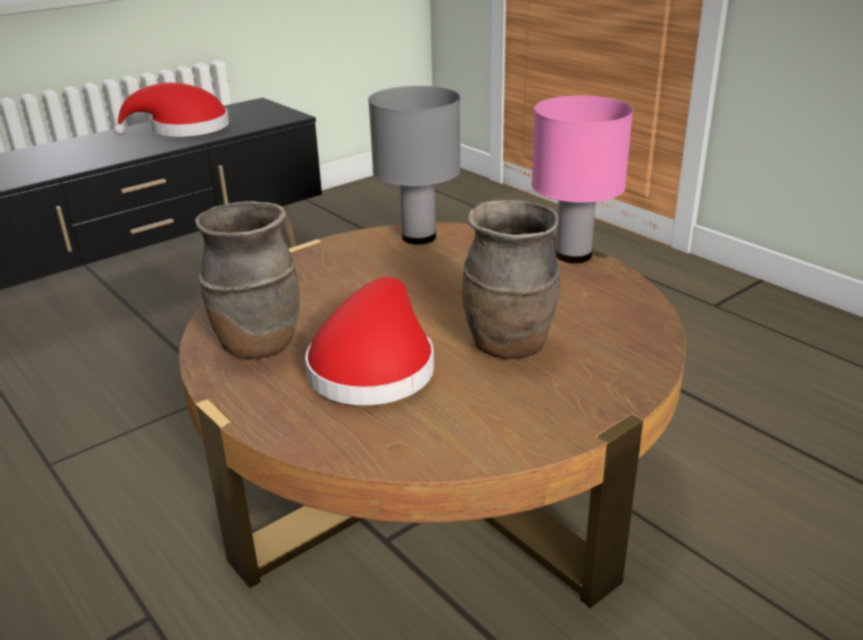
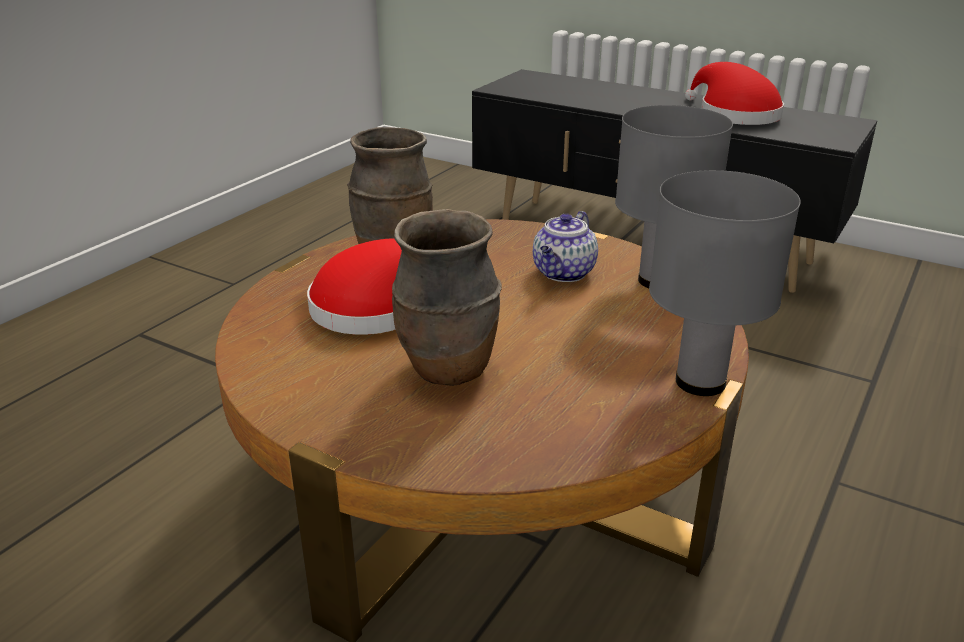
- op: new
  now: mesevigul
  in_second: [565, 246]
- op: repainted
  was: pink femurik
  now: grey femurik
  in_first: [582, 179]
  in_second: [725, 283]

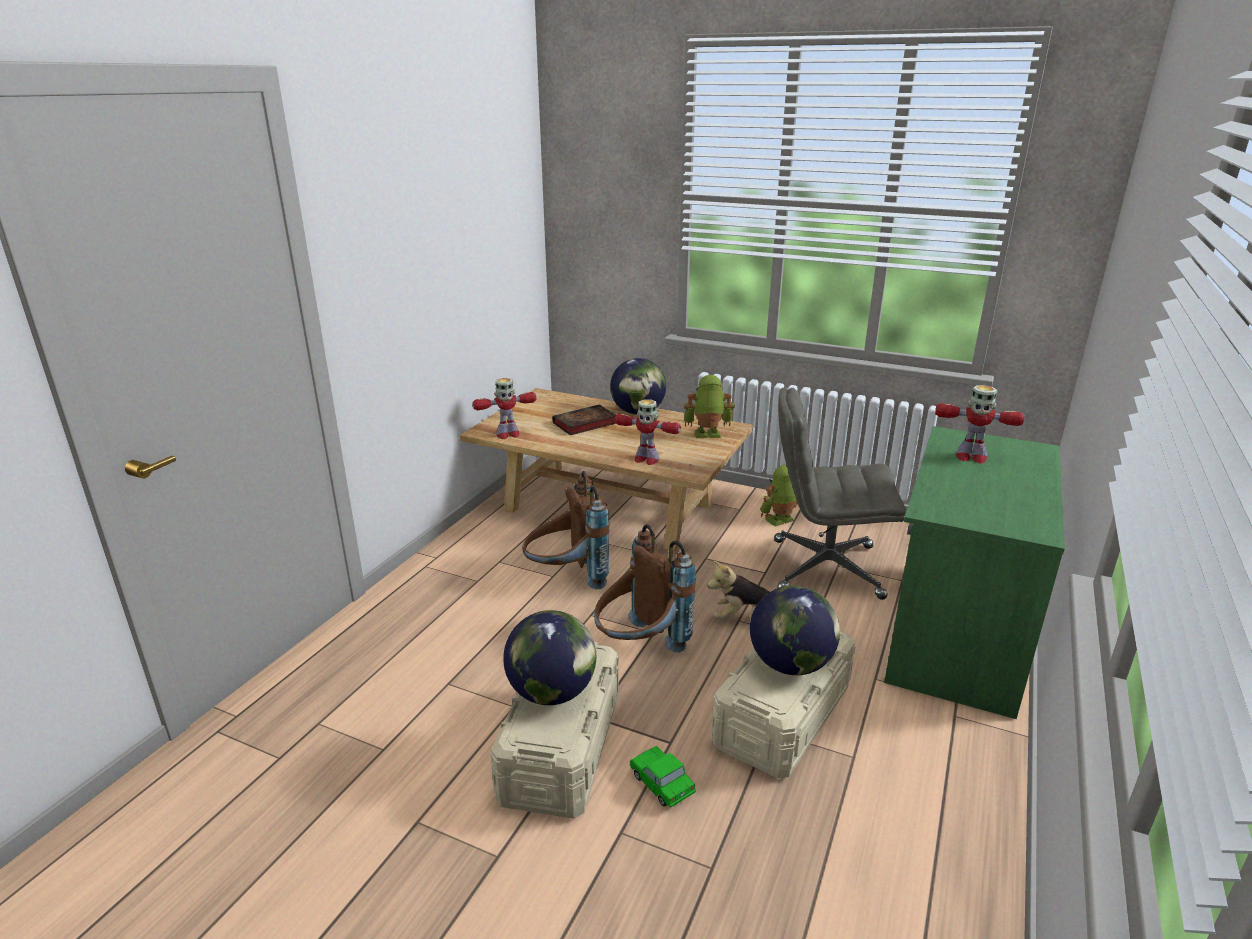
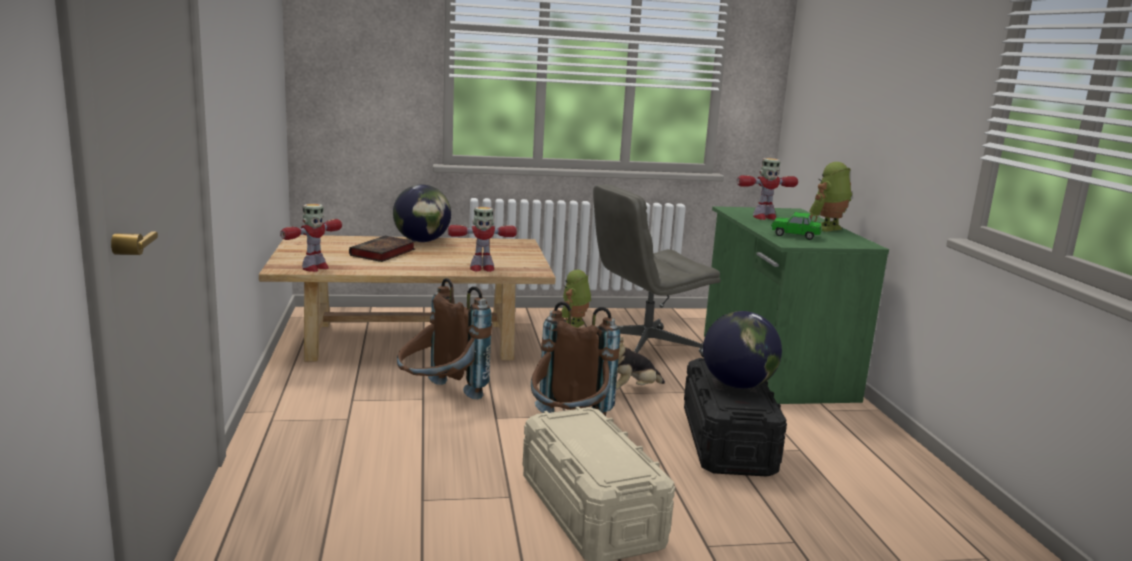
- op: repainted
  was: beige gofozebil
  now: black gofozebil
  in_first: [784, 705]
  in_second: [735, 417]
- op: shifted
  was: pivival
  in_first: [662, 777]
  in_second: [796, 226]
- op: shifted
  was: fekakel
  in_first: [709, 406]
  in_second: [830, 197]
- op: gone
  was: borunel
  in_first: [549, 657]

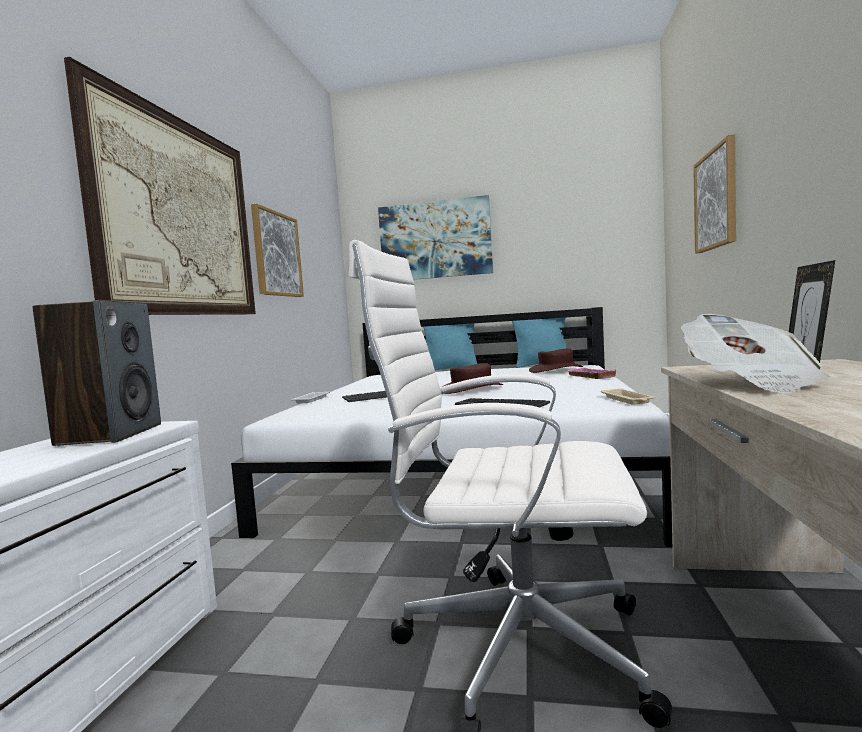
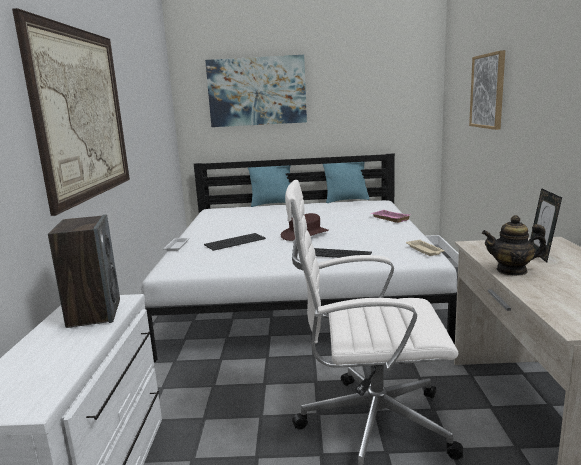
- op: swapped
  was: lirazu
  now: mesevigul
  in_first: [755, 354]
  in_second: [515, 245]
- op: gone
  was: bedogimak
  in_first: [277, 250]
- op: gone
  was: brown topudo
  in_first: [556, 361]

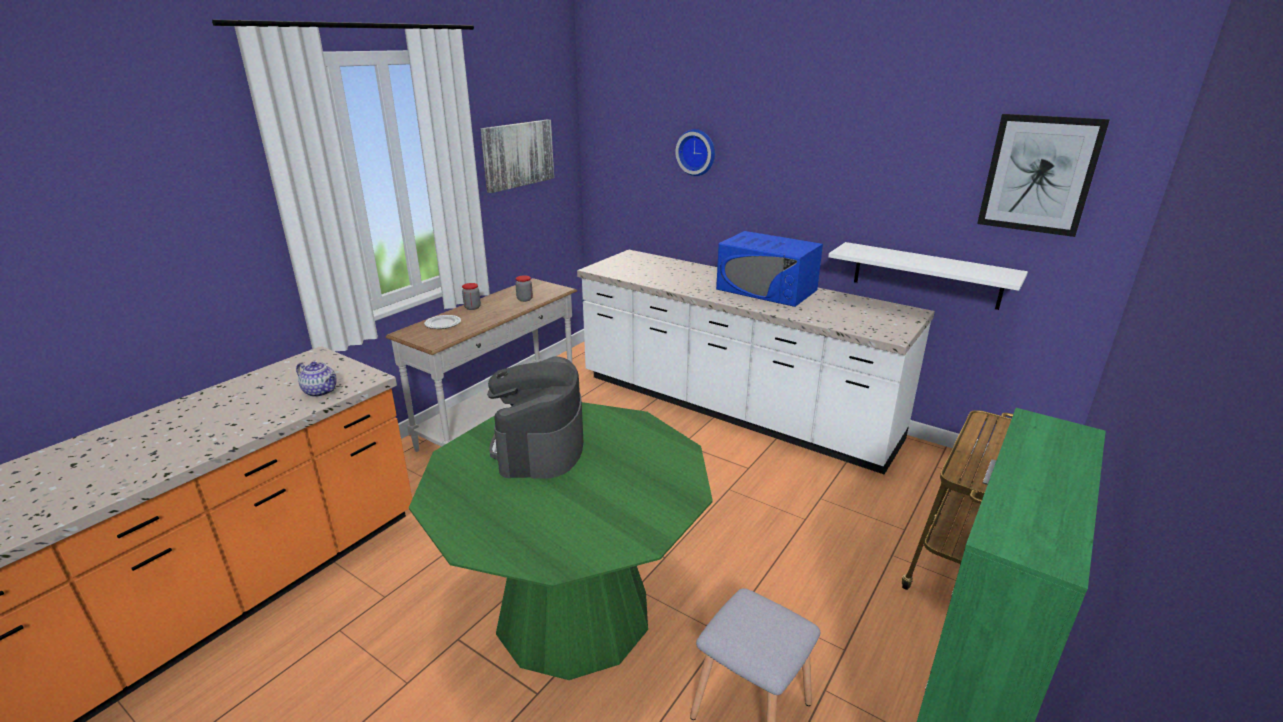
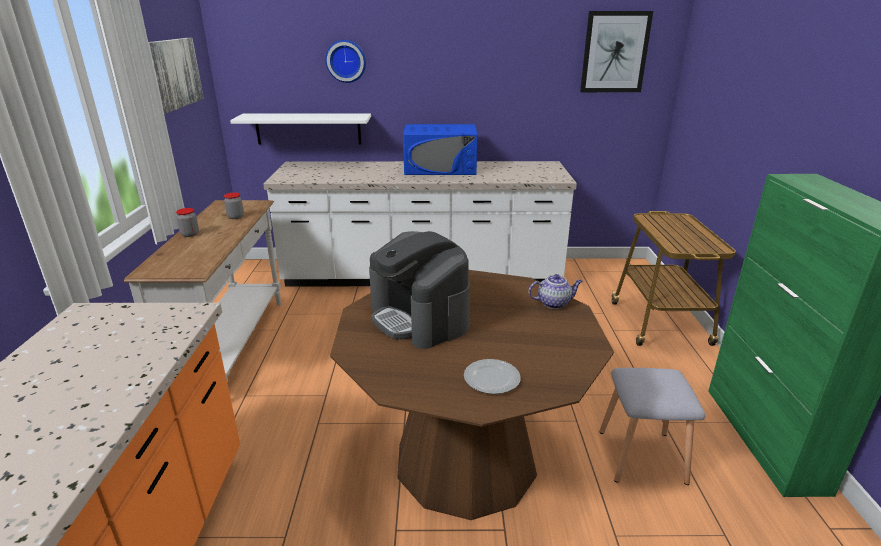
- op: shifted
  was: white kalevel
  in_first: [928, 276]
  in_second: [300, 129]
- op: repainted
  was: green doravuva
  now: brown doravuva
  in_first: [561, 541]
  in_second: [472, 395]
- op: shifted
  was: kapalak
  in_first: [442, 322]
  in_second: [492, 376]
- op: shifted
  was: mesevigul
  in_first: [316, 379]
  in_second: [555, 291]

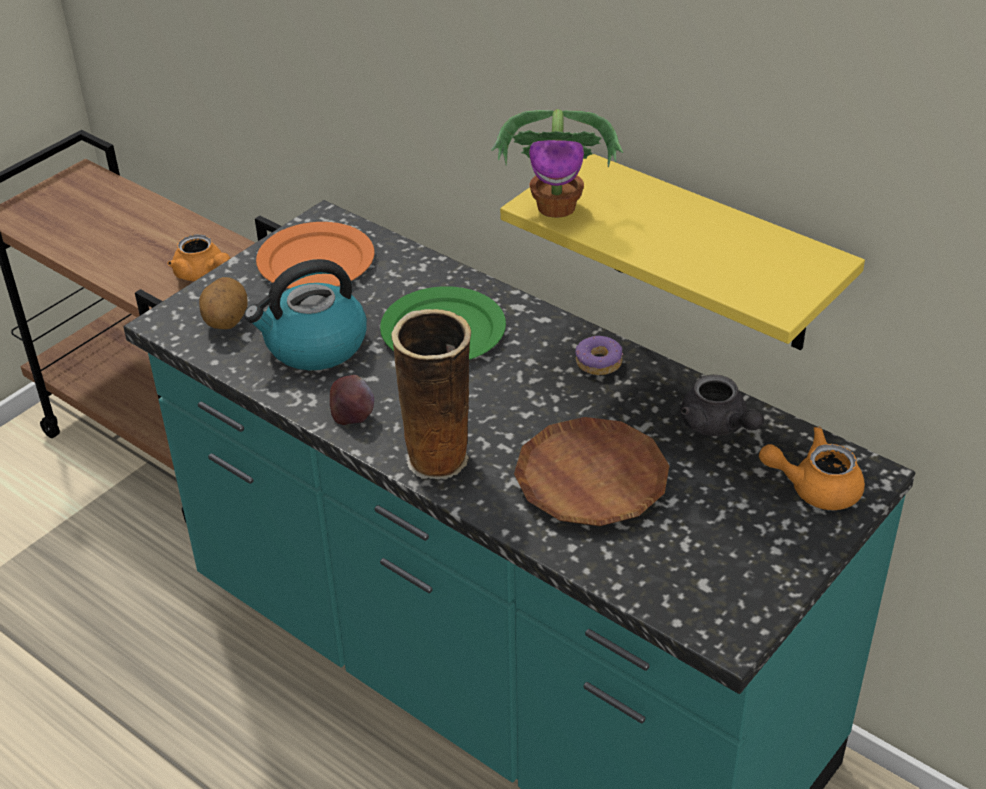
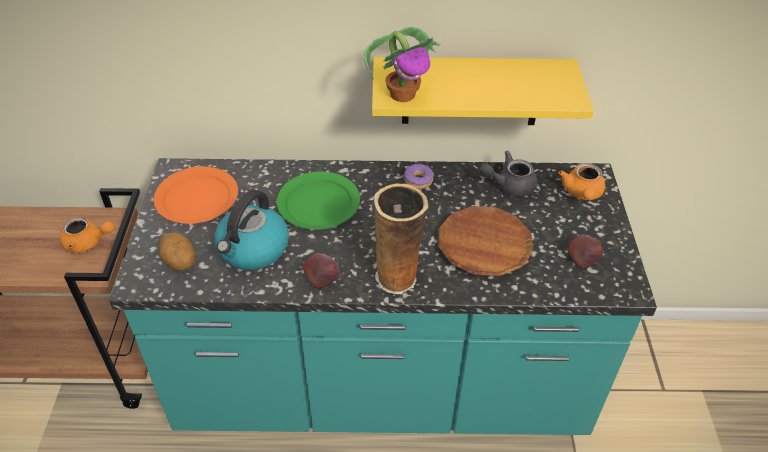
- op: rotated
  was: grey mesevigul
  in_first: [722, 405]
  in_second: [508, 174]
  clockwise: 150
- op: rotated
  was: orange mesevigul
  in_first: [812, 468]
  in_second: [582, 181]
  clockwise: -45
- op: new
  now: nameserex
  in_second: [586, 251]

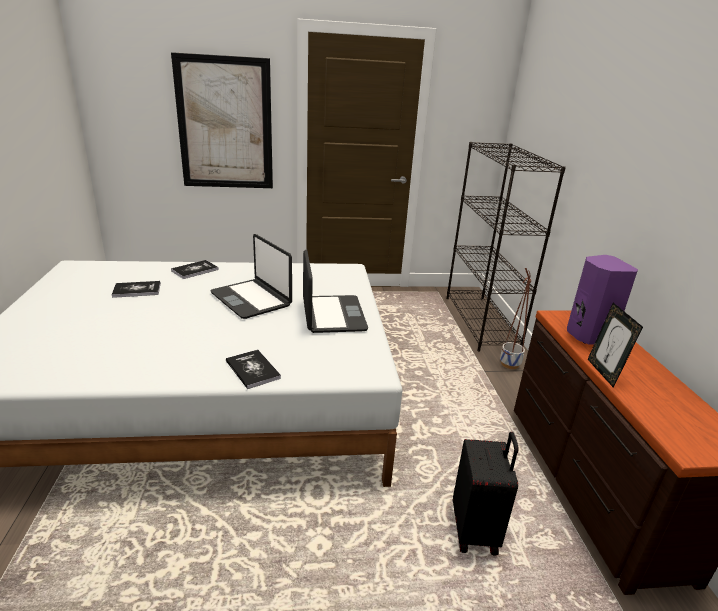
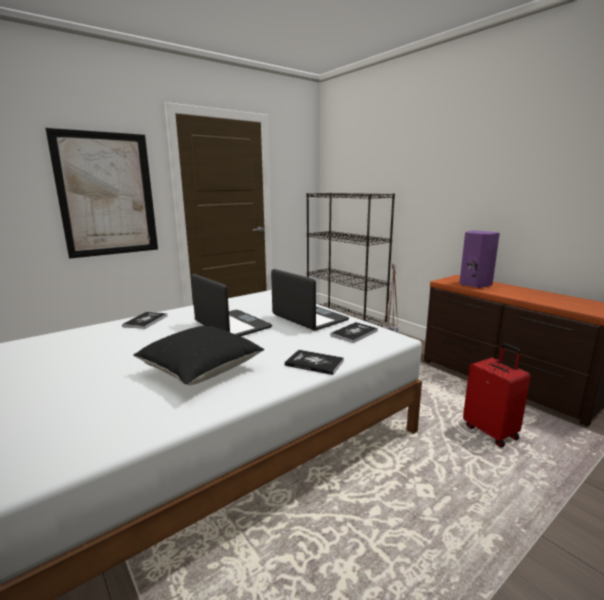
- op: new
  now: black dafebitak
  in_second: [198, 355]
- op: rotated
  was: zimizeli
  in_first: [251, 276]
  in_second: [231, 305]
  clockwise: -150
- op: shifted
  was: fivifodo
  in_first: [136, 289]
  in_second: [354, 332]
- op: repainted
  was: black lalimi
  now: red lalimi
  in_first: [486, 494]
  in_second: [497, 395]
- op: gone
  was: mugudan
  in_first: [615, 345]

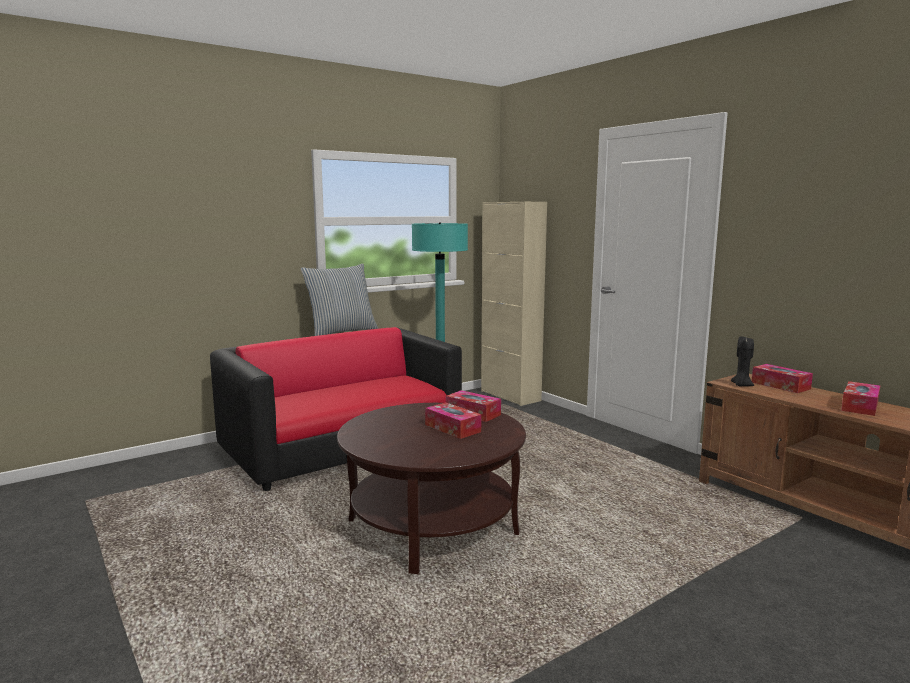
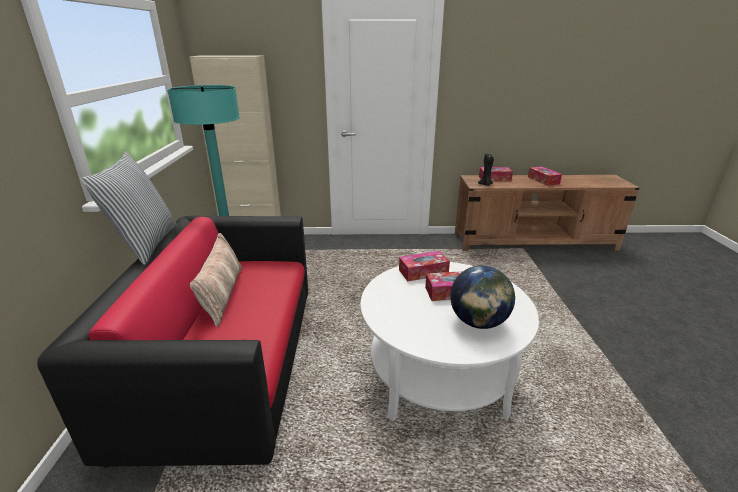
- op: new
  now: dafebitak
  in_second: [216, 280]
- op: repainted
  was: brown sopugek
  now: white sopugek
  in_first: [431, 488]
  in_second: [449, 341]
- op: new
  now: borunel
  in_second: [482, 297]

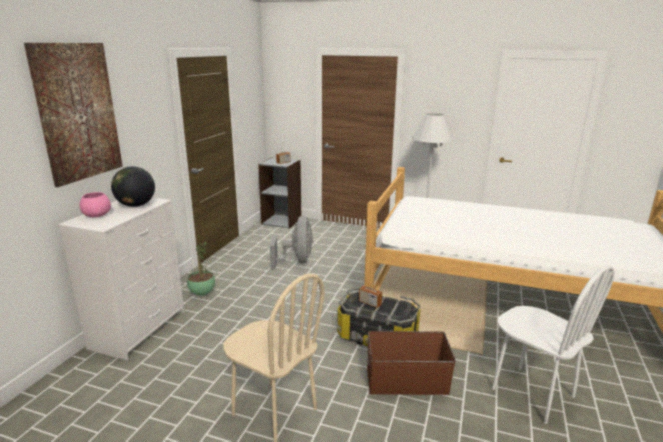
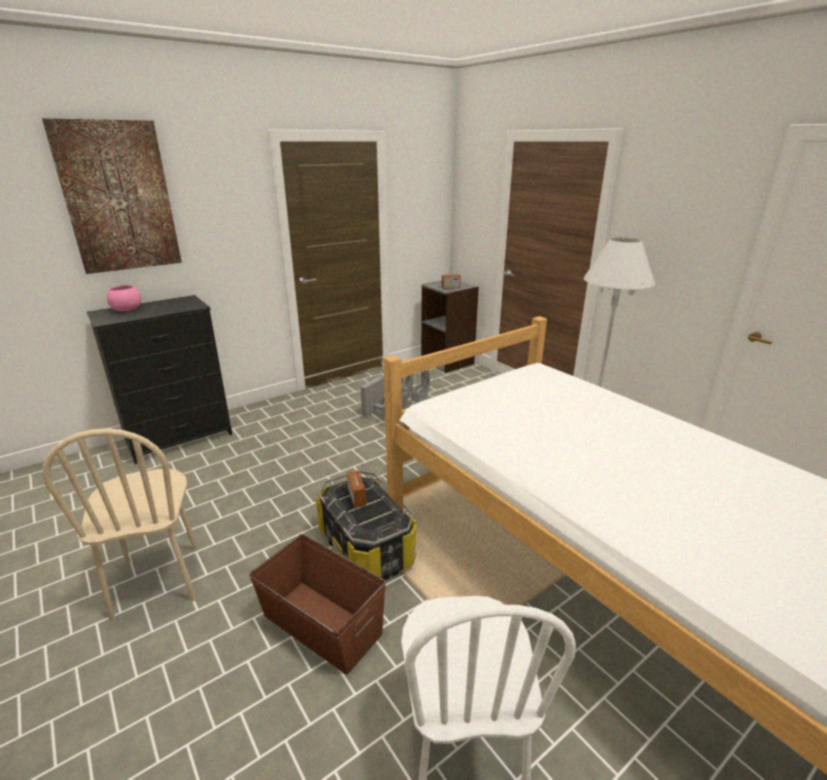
- op: repainted
  was: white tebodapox
  now: black tebodapox
  in_first: [121, 278]
  in_second: [159, 379]
- op: gone
  was: borunel
  in_first: [133, 186]
- op: gone
  was: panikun
  in_first: [201, 269]

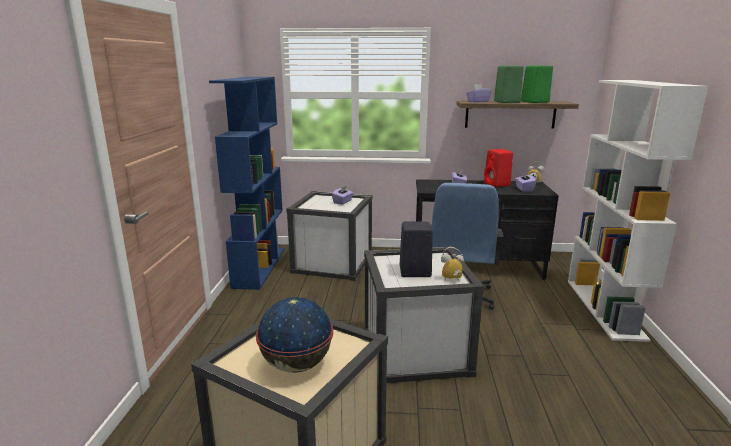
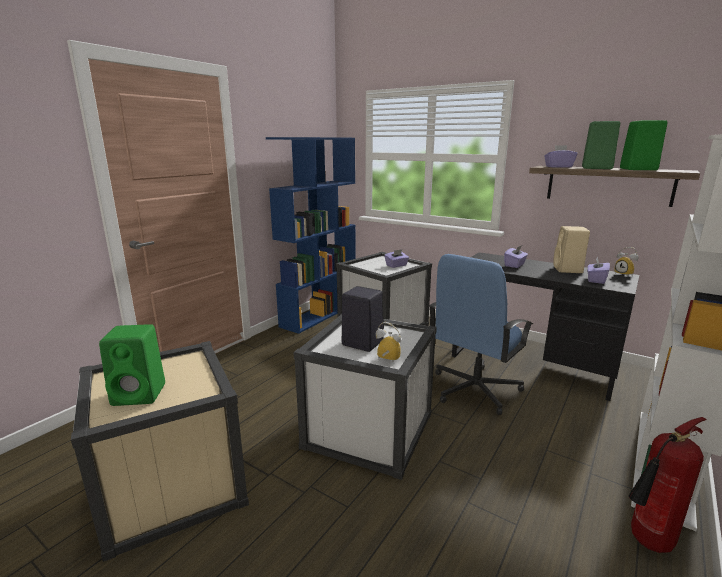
- op: swapped
  was: borunel
  now: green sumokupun
  in_first: [294, 335]
  in_second: [132, 365]
- op: repainted
  was: red sumokupun
  now: beige sumokupun
  in_first: [498, 168]
  in_second: [571, 249]
- op: new
  now: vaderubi
  in_second: [668, 485]

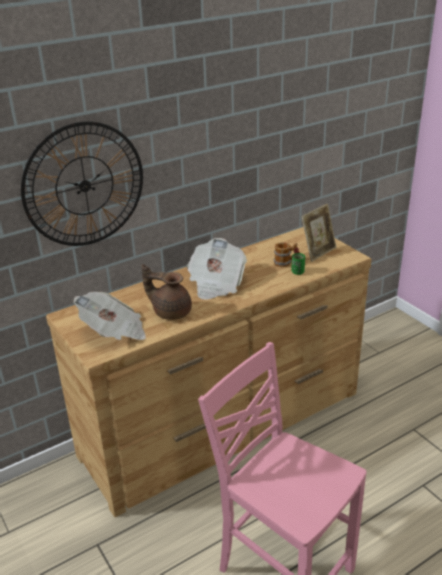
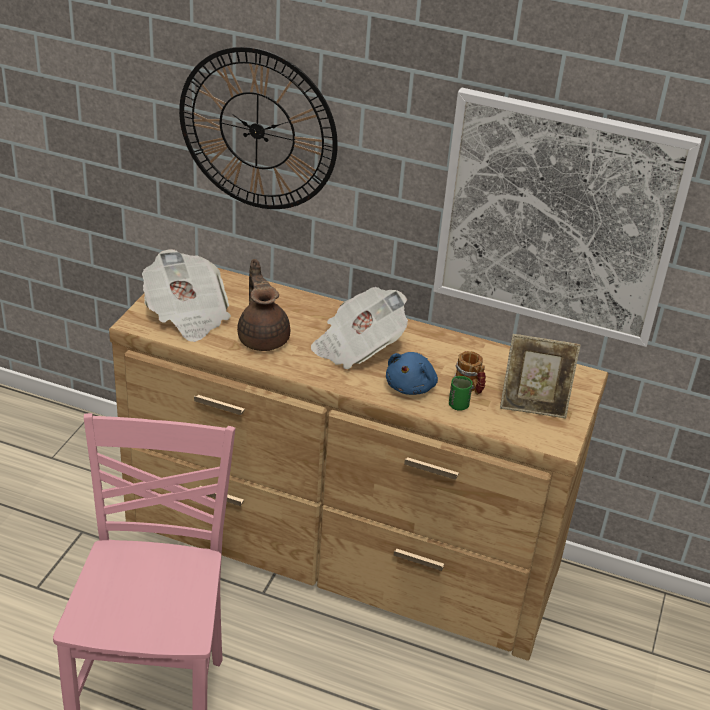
- op: new
  now: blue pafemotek
  in_second: [412, 373]
- op: new
  now: bedogimak
  in_second: [567, 217]

